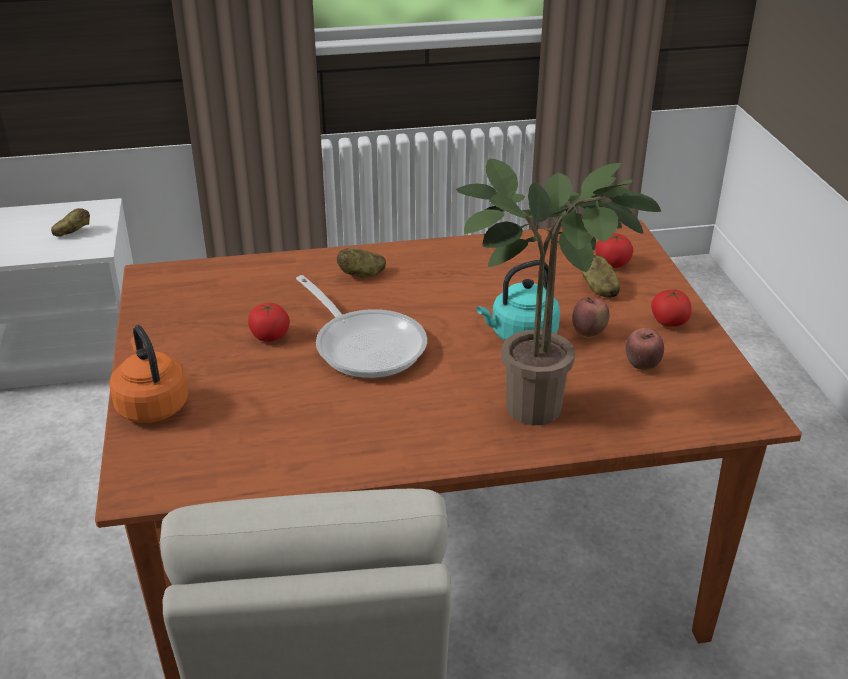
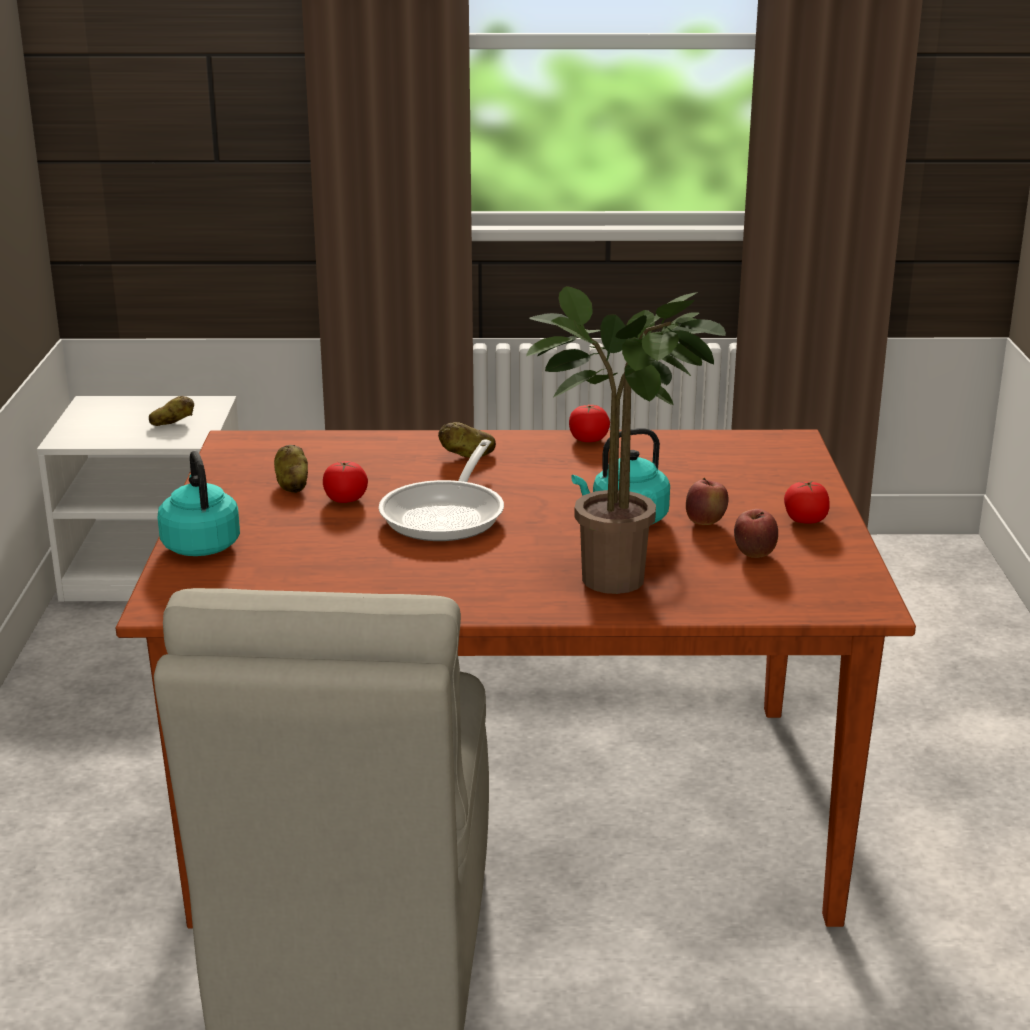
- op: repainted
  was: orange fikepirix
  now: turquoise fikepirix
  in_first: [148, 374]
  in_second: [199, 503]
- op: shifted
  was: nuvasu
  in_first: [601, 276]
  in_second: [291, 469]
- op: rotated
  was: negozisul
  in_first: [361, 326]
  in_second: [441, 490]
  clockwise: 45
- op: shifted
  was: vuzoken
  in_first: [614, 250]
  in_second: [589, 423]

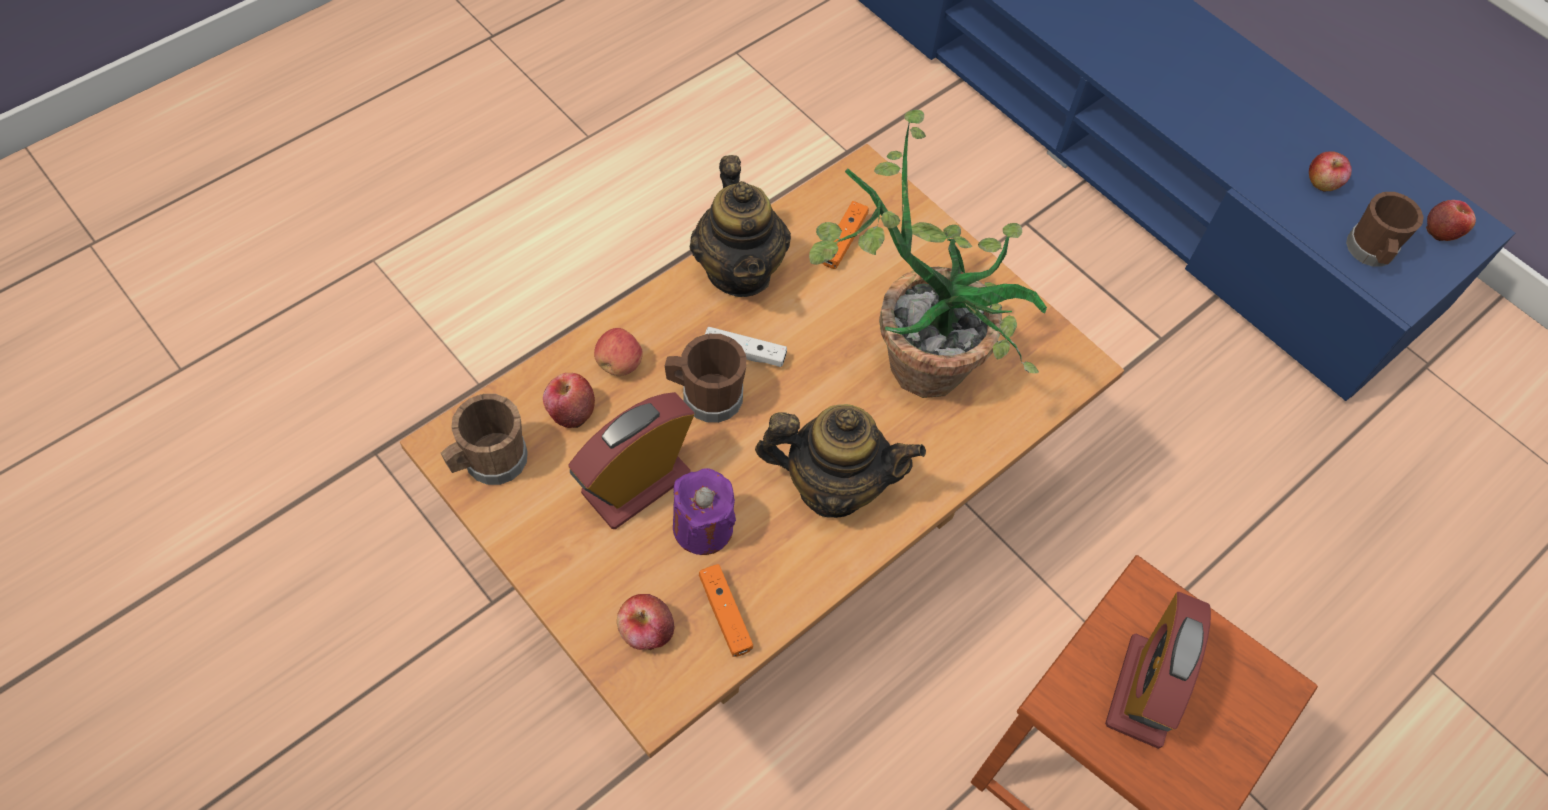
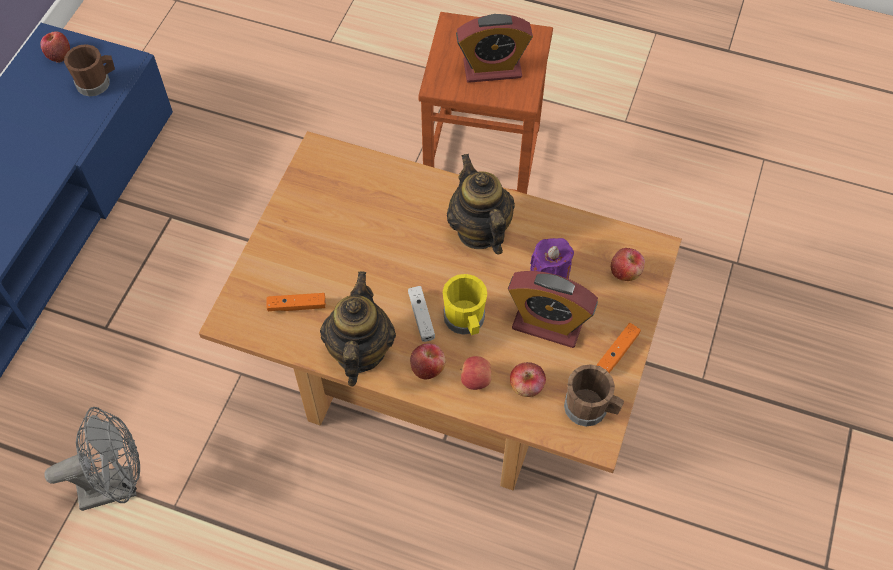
- op: new
  now: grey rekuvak
  in_second: [92, 459]
- op: rotated
  was: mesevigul
  in_first: [740, 226]
  in_second: [358, 328]
  clockwise: -45
- op: shifted
  was: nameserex
  in_first: [1330, 171]
  in_second: [428, 361]
- op: repainted
  was: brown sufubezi
  now: yellow sufubezi
  in_first: [705, 378]
  in_second: [464, 304]
- op: shifted
  was: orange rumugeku
  in_first: [726, 610]
  in_second: [619, 348]
- op: gone
  was: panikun
  in_first: [928, 253]

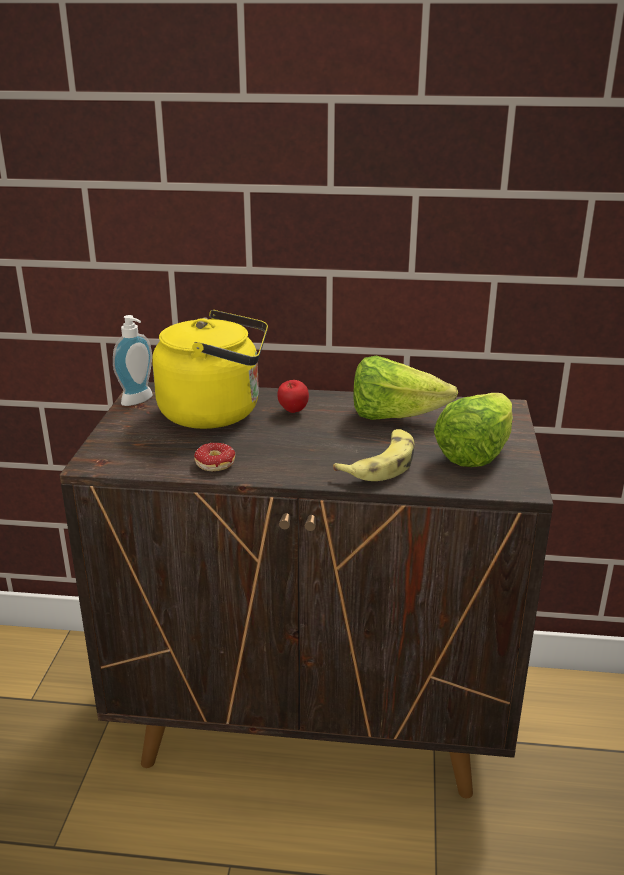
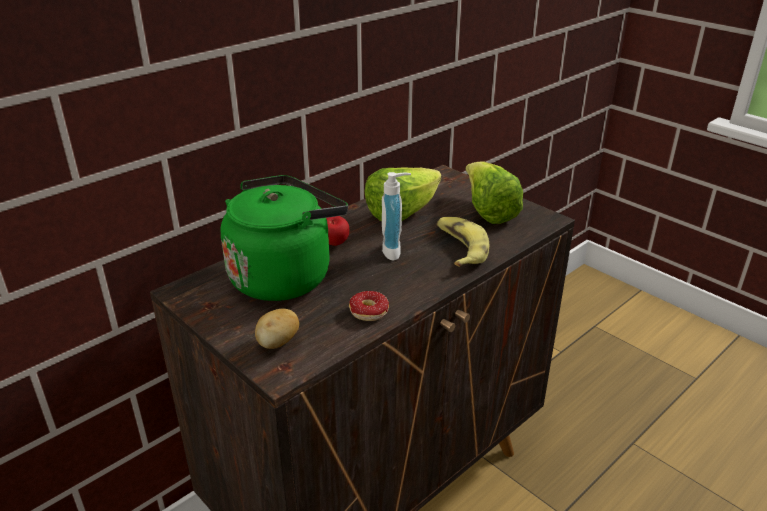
- op: repainted
  was: yellow fikepirix
  now: green fikepirix
  in_first: [210, 369]
  in_second: [284, 238]
- op: new
  now: nuvasu
  in_second: [277, 329]
- op: shifted
  was: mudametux
  in_first: [133, 360]
  in_second: [396, 216]

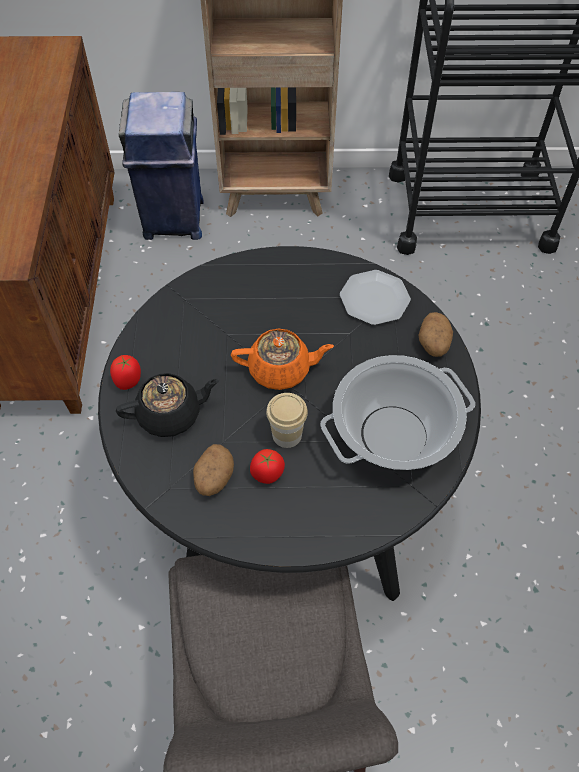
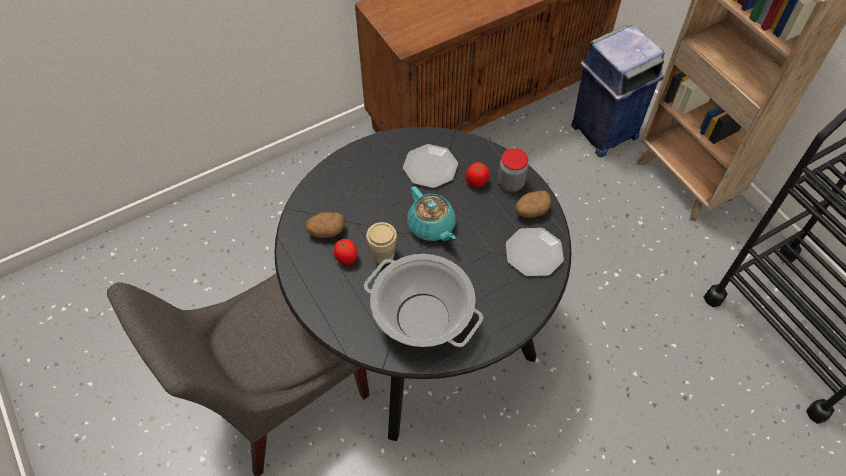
- op: new
  now: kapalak
  in_second: [430, 166]
- op: repainted
  was: orange mesevigul
  now: turquoise mesevigul
  in_first: [282, 359]
  in_second: [431, 213]
- op: shifted
  was: vuzoken
  in_first: [125, 372]
  in_second: [478, 174]
- op: new
  now: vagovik
  in_second: [513, 170]
- op: shifted
  was: nuvasu
  in_first: [436, 334]
  in_second: [533, 204]
- op: gone
  was: black mesevigul
  in_first: [168, 405]

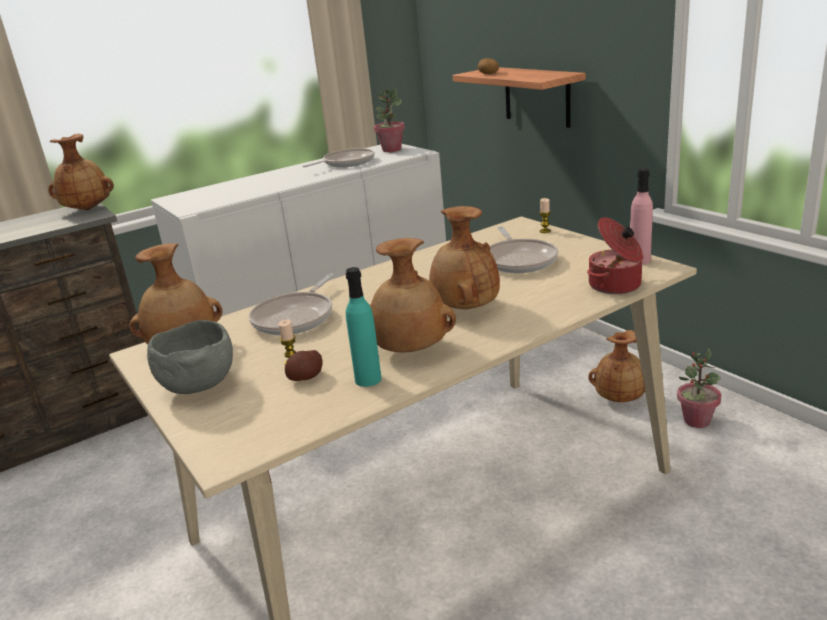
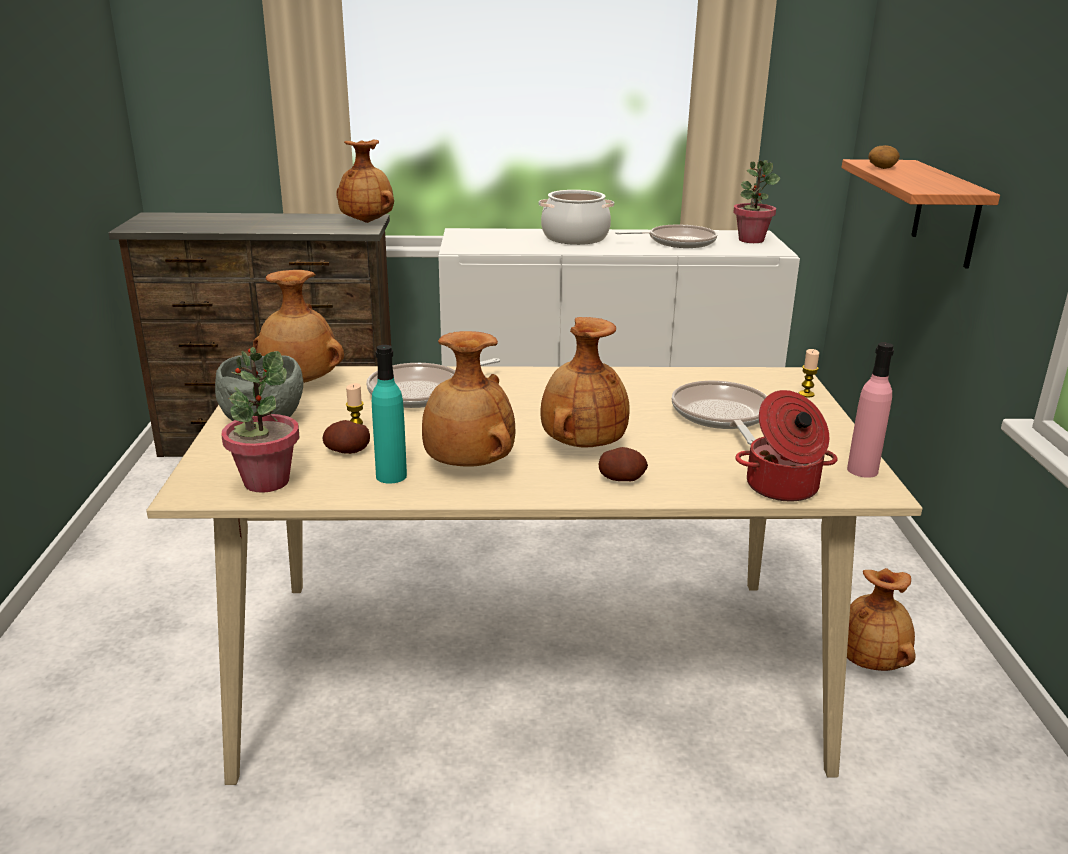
- op: shifted
  was: panikun
  in_first: [699, 388]
  in_second: [260, 420]
- op: new
  now: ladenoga
  in_second: [576, 217]
- op: new
  now: nuvasu
  in_second: [623, 464]
- op: rotated
  was: negozisul
  in_first: [524, 249]
  in_second: [719, 413]
  clockwise: 150

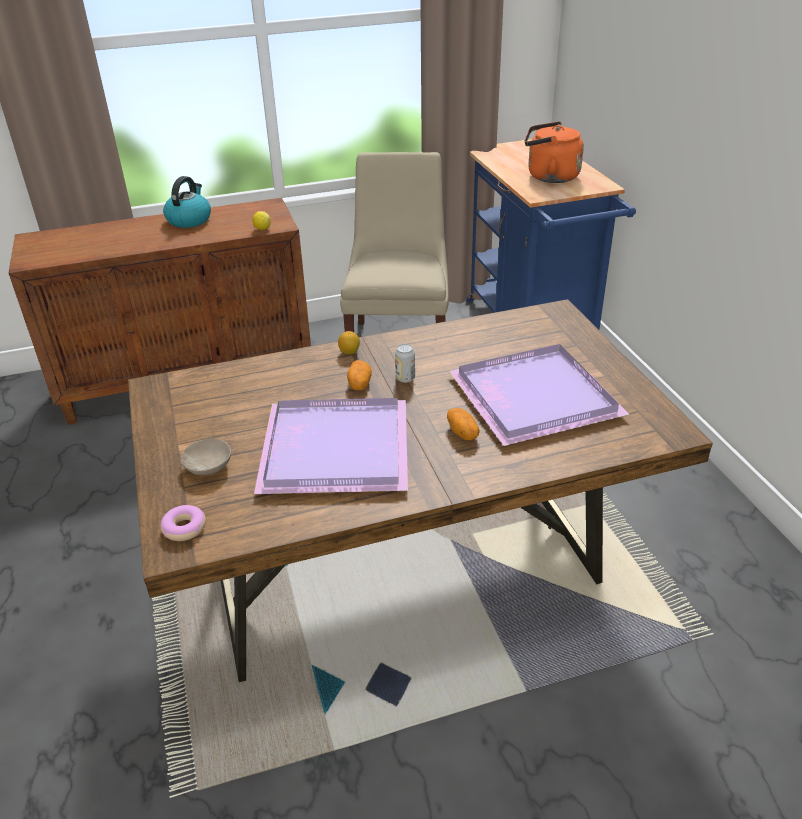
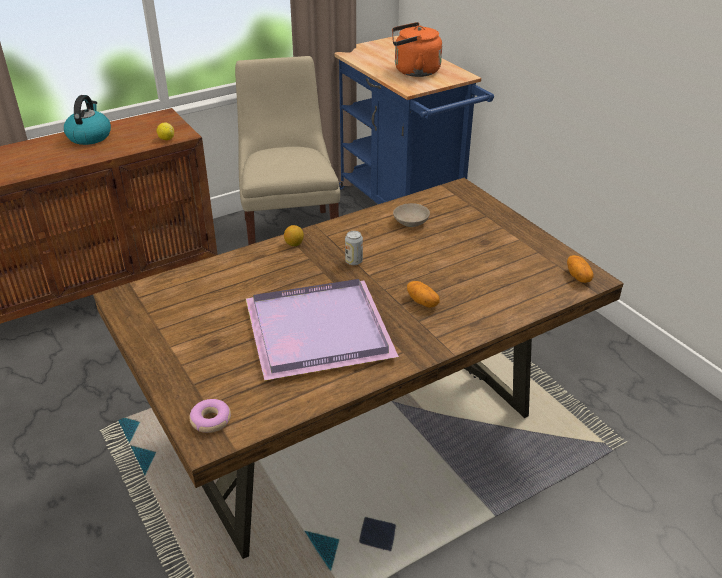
- op: shifted
  was: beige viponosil
  in_first: [206, 457]
  in_second: [411, 215]
- op: shifted
  was: nuvasu
  in_first: [359, 375]
  in_second: [580, 269]
- op: gone
  was: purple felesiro
  in_first: [539, 395]

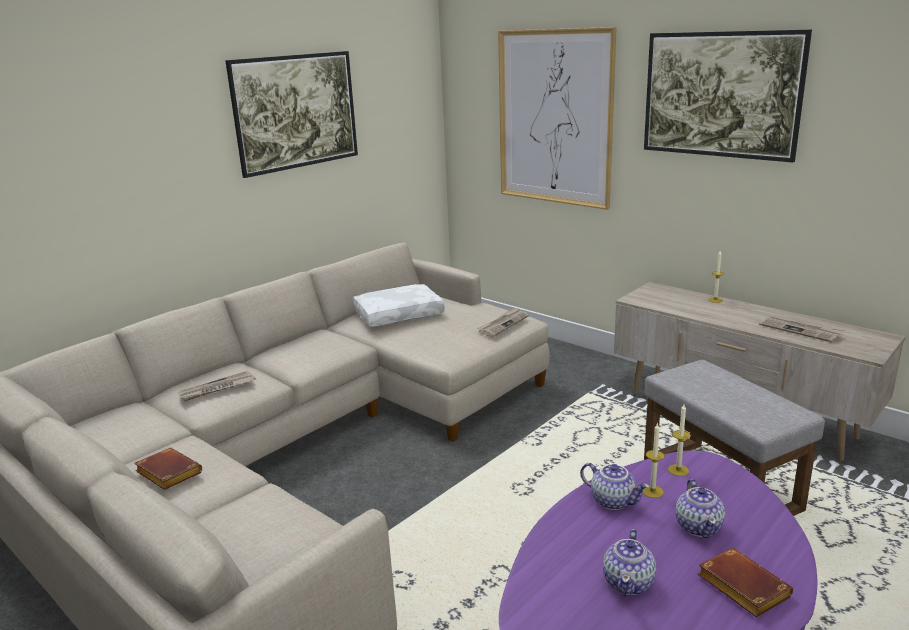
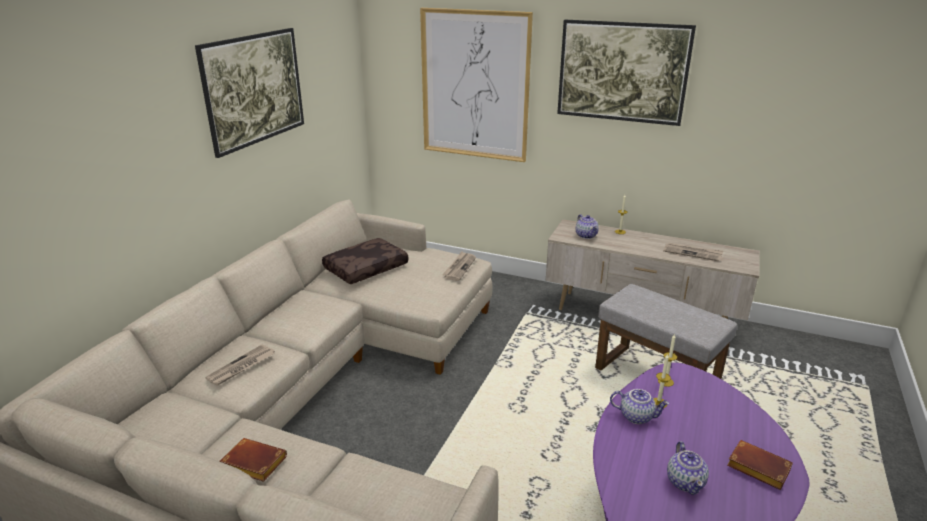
- op: repainted
  was: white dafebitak
  now: brown dafebitak
  in_first: [398, 305]
  in_second: [365, 261]
- op: shifted
  was: mesevigul
  in_first: [700, 508]
  in_second: [587, 226]

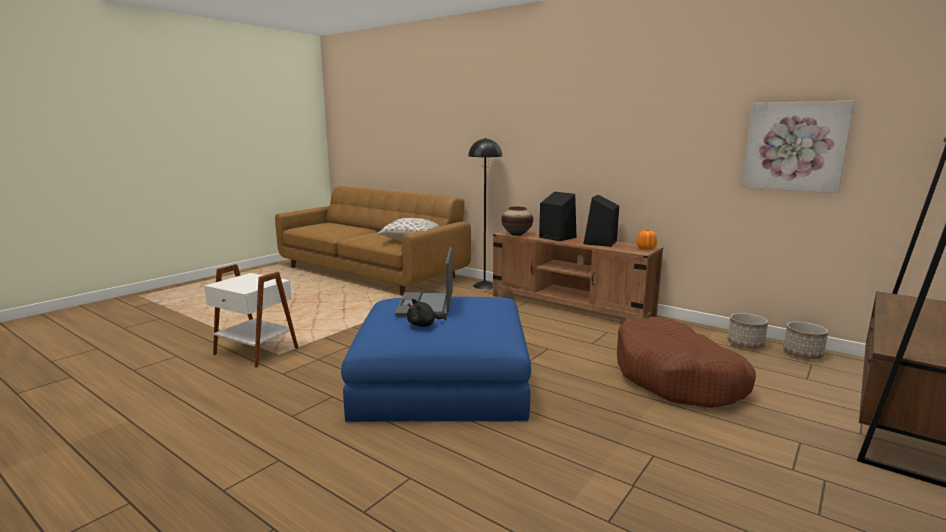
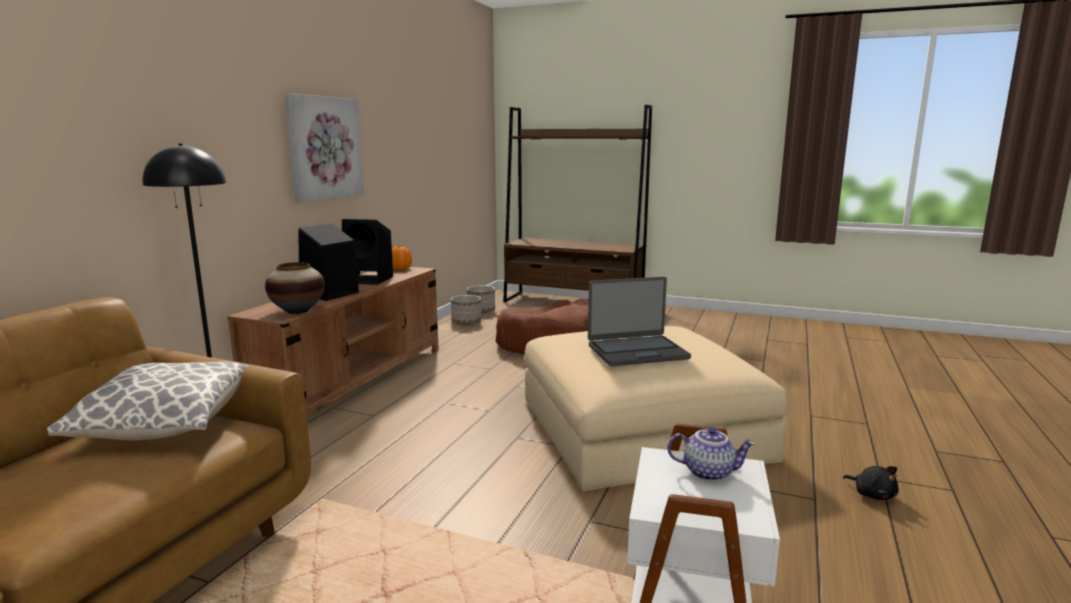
- op: shifted
  was: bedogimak
  in_first: [797, 147]
  in_second: [324, 148]
- op: repainted
  was: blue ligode
  now: beige ligode
  in_first: [436, 359]
  in_second: [656, 408]
- op: new
  now: mesevigul
  in_second: [711, 454]
- op: shifted
  was: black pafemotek
  in_first: [426, 313]
  in_second: [871, 483]

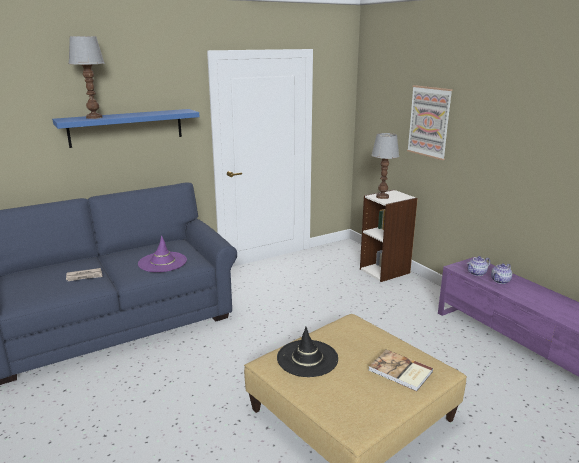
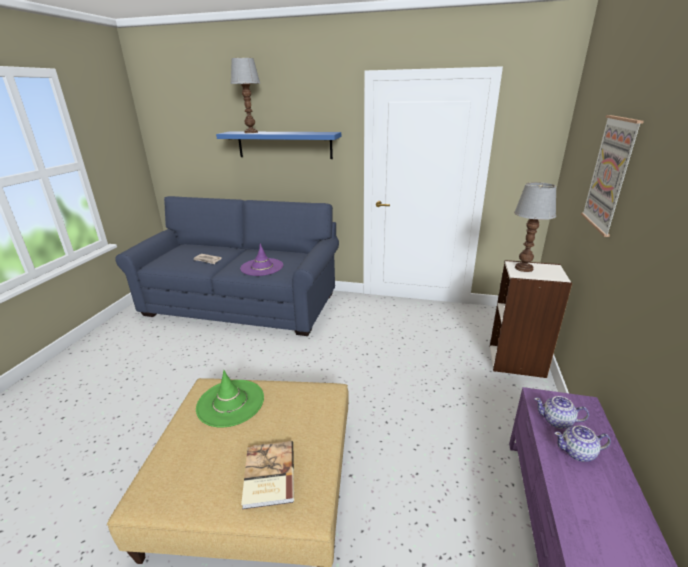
- op: repainted
  was: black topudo
  now: green topudo
  in_first: [307, 352]
  in_second: [230, 399]

